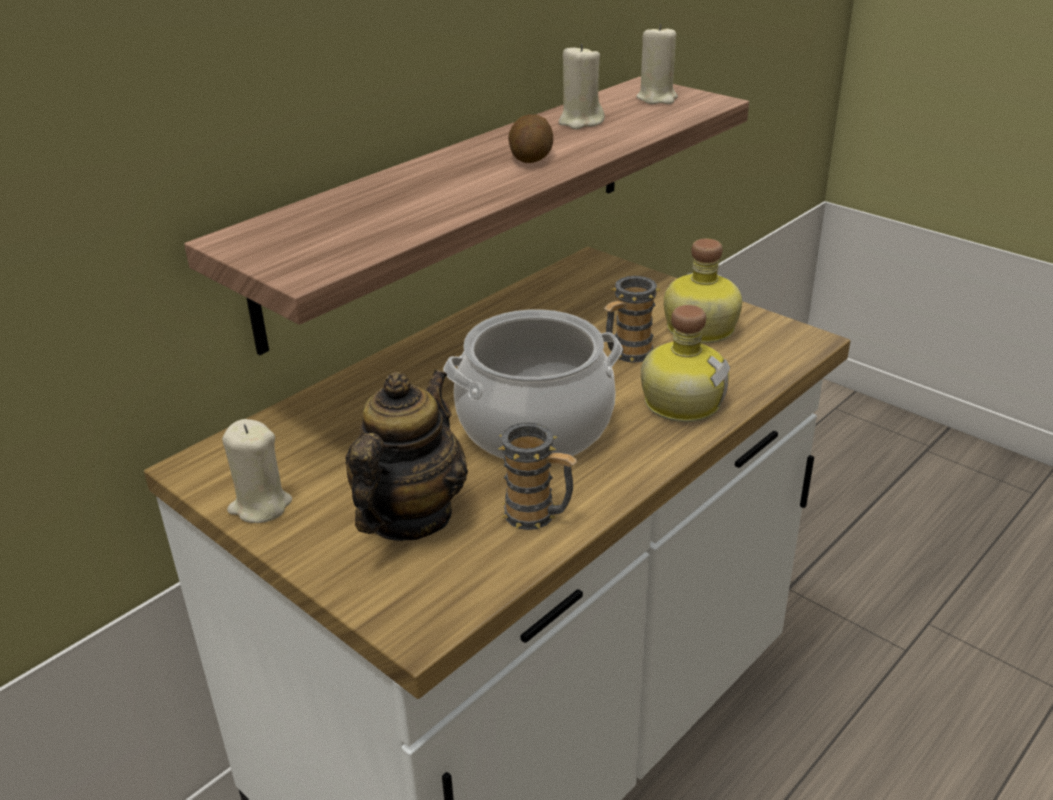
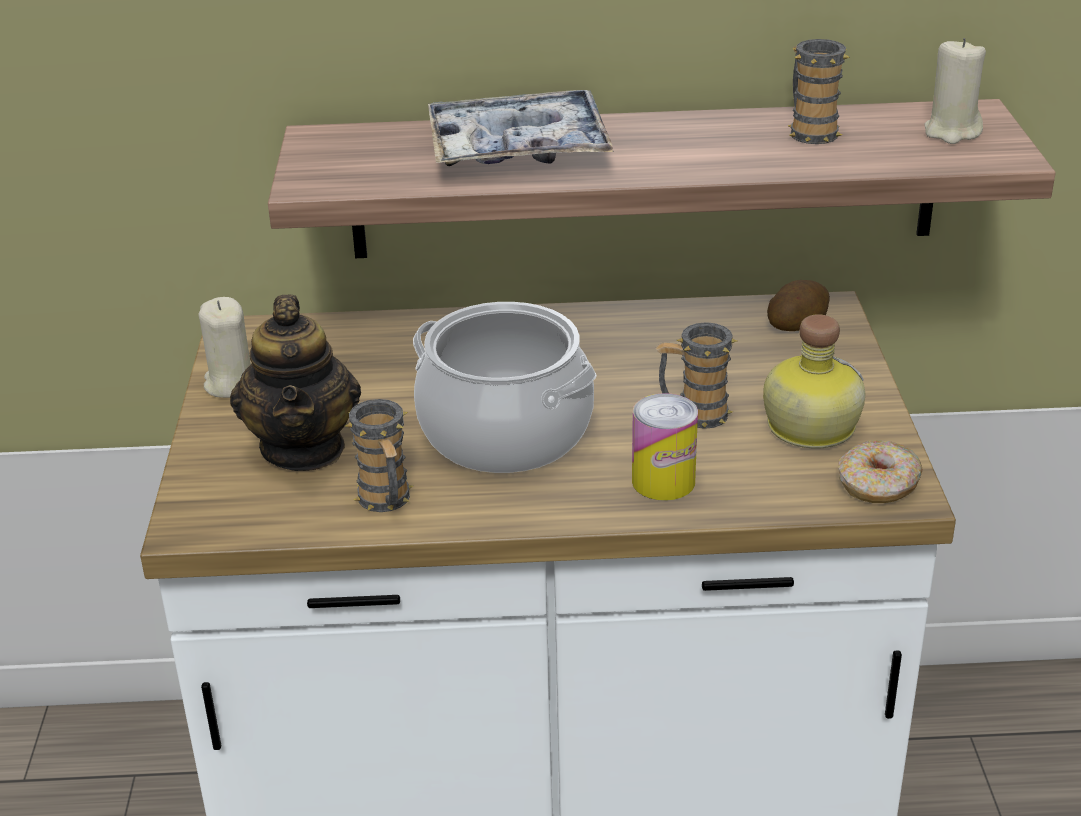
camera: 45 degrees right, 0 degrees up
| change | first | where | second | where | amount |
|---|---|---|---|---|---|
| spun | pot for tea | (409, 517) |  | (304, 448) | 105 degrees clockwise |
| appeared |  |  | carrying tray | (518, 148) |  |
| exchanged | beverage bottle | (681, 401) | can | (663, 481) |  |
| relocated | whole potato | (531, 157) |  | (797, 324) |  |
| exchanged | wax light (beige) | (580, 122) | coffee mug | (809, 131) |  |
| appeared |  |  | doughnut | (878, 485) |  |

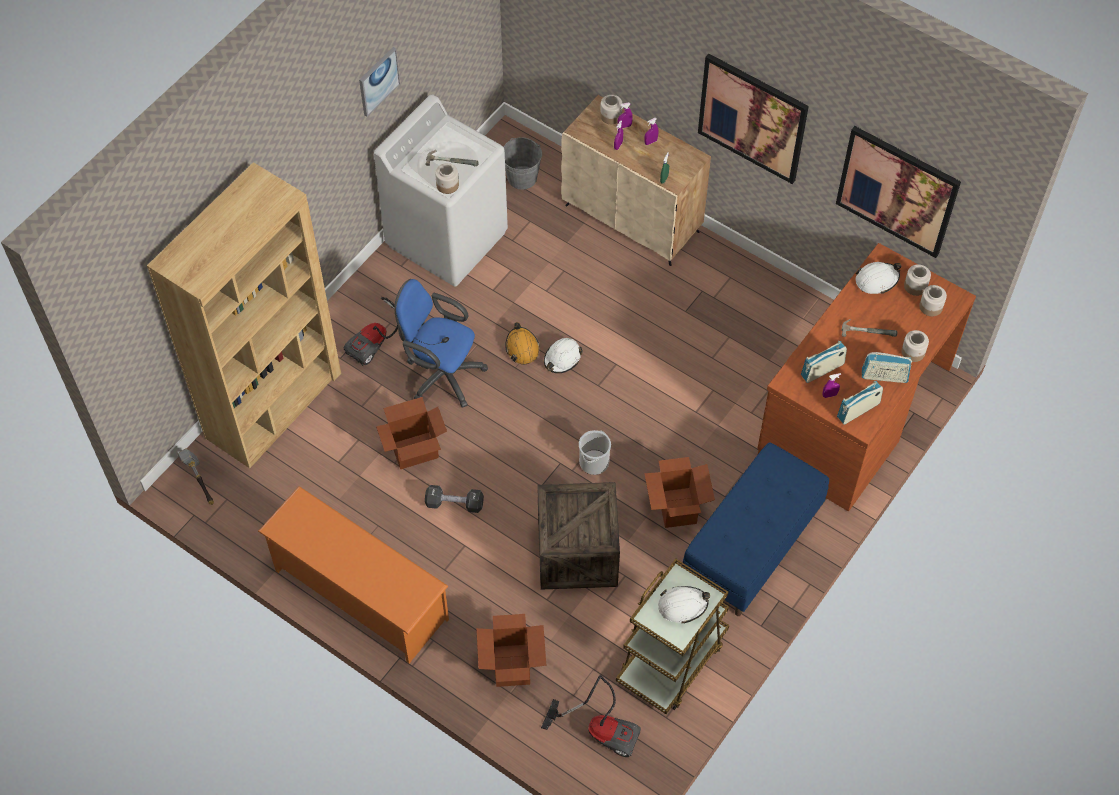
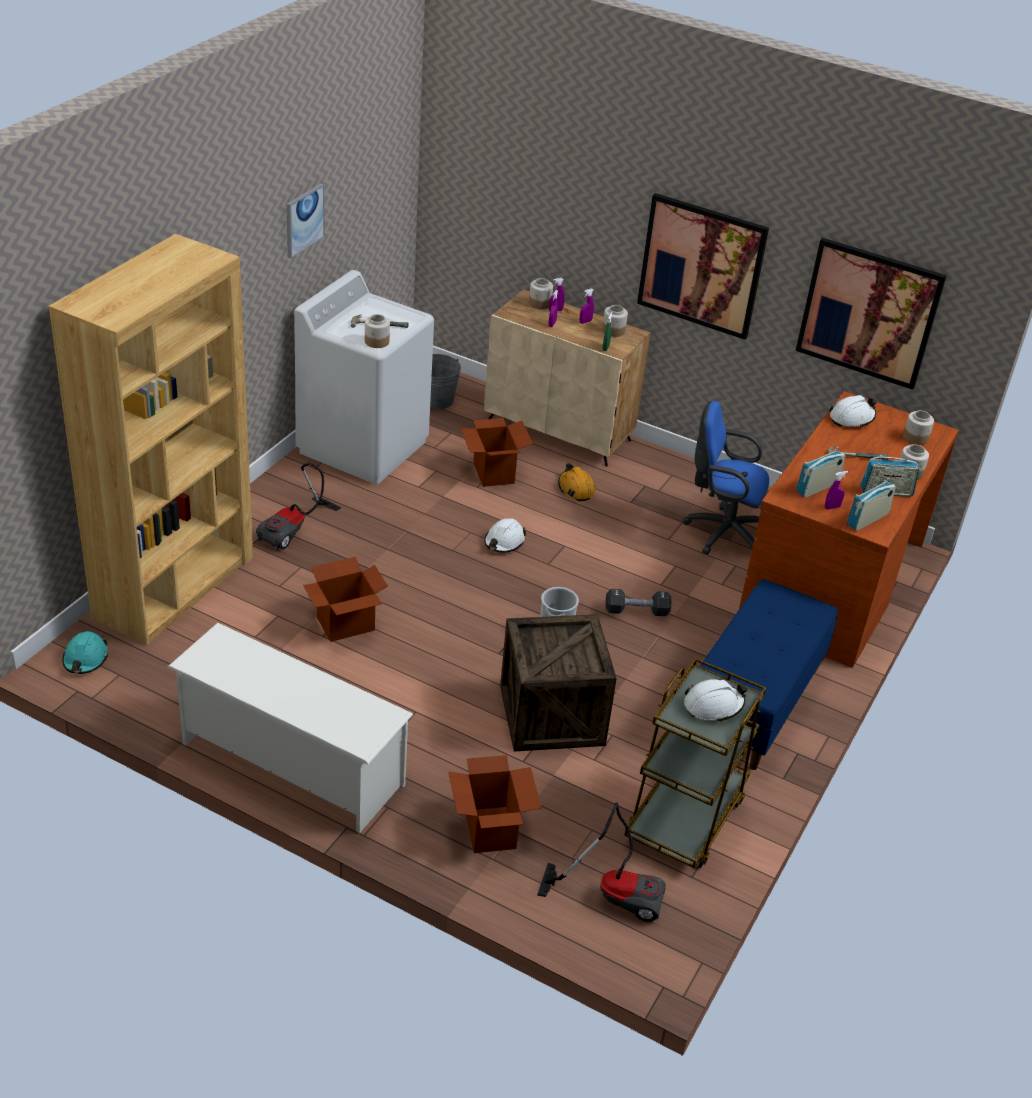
camera: 10 degrees left, 20 degrees down
| change | first | where | second | where | amount |
|---|---|---|---|---|---|
| exchanged | hand hammer | (200, 482) | work helmet (turquoise) | (85, 659) |  |
| colour | shoe shelf (orange-coloured) | (360, 594) | shoe shelf (white-coloured) | (291, 764) |  |
| relocated | carton | (677, 507) |  | (493, 473) |  |
| relocated | work helmet (orange-coloured) | (522, 348) |  | (576, 488) |  |
| relocated | jar | (915, 286) |  | (613, 330) |  |
| relocated | dumbbell (blackish) | (454, 503) |  | (636, 611) |  |
| relocated | office chair (bluish) | (441, 374) |  | (721, 532) |  |

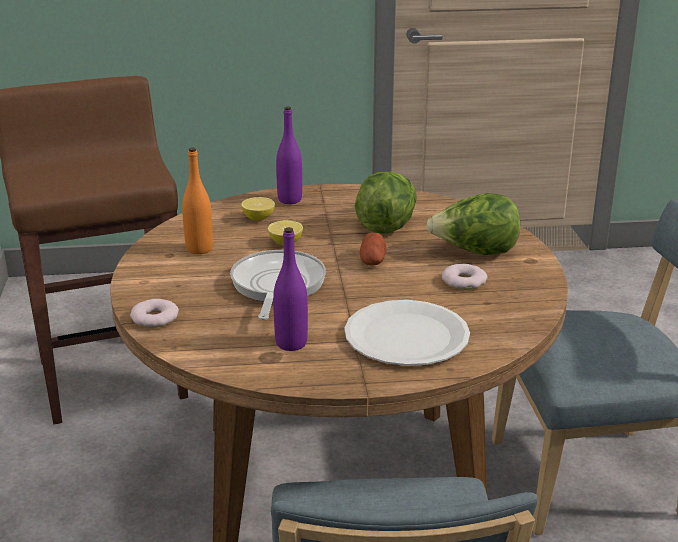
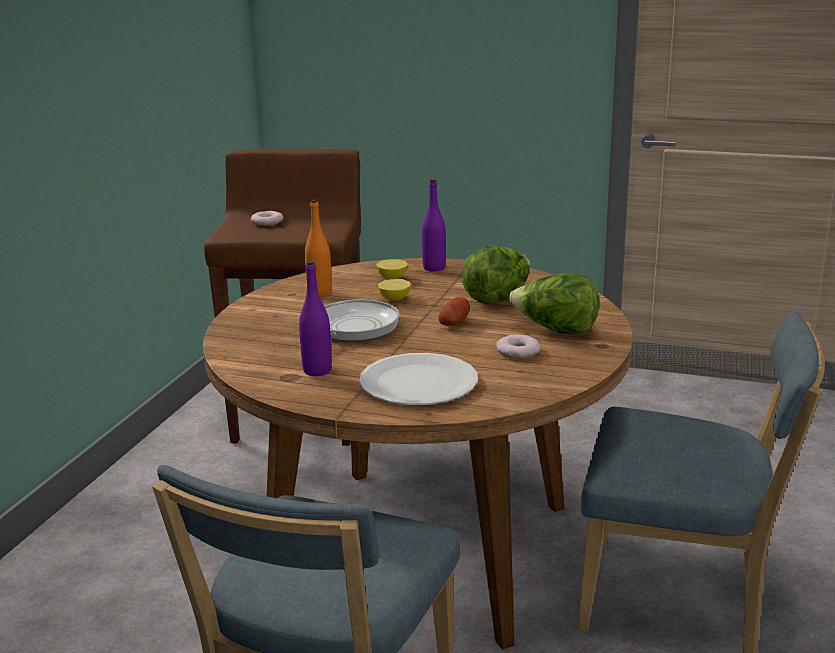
camera: 25 degrees right, 5 degrees down
| change | first | where | second | where | amount |
|---|---|---|---|---|---|
| relocated | doughnut | (154, 318) |  | (267, 222) |  |

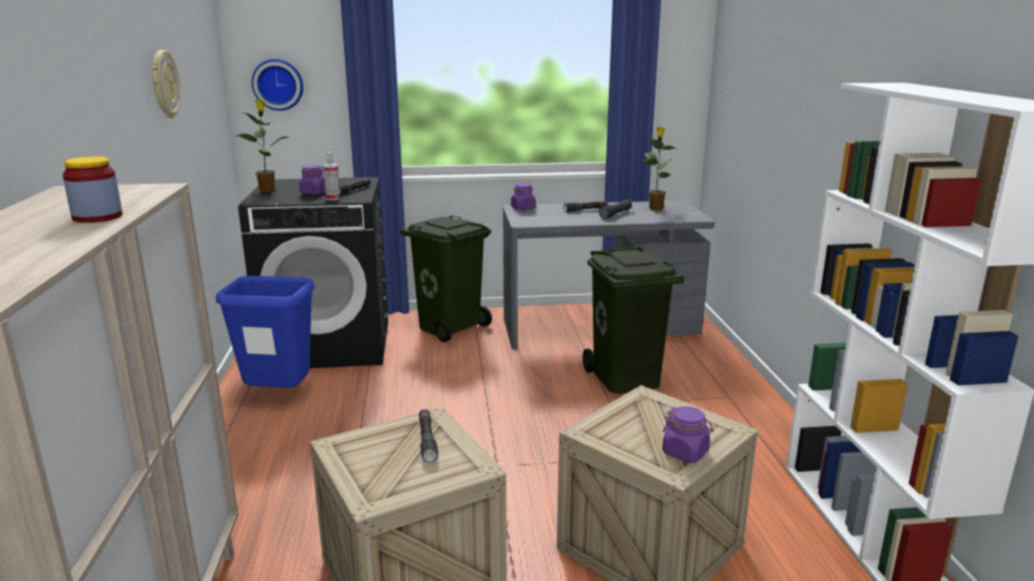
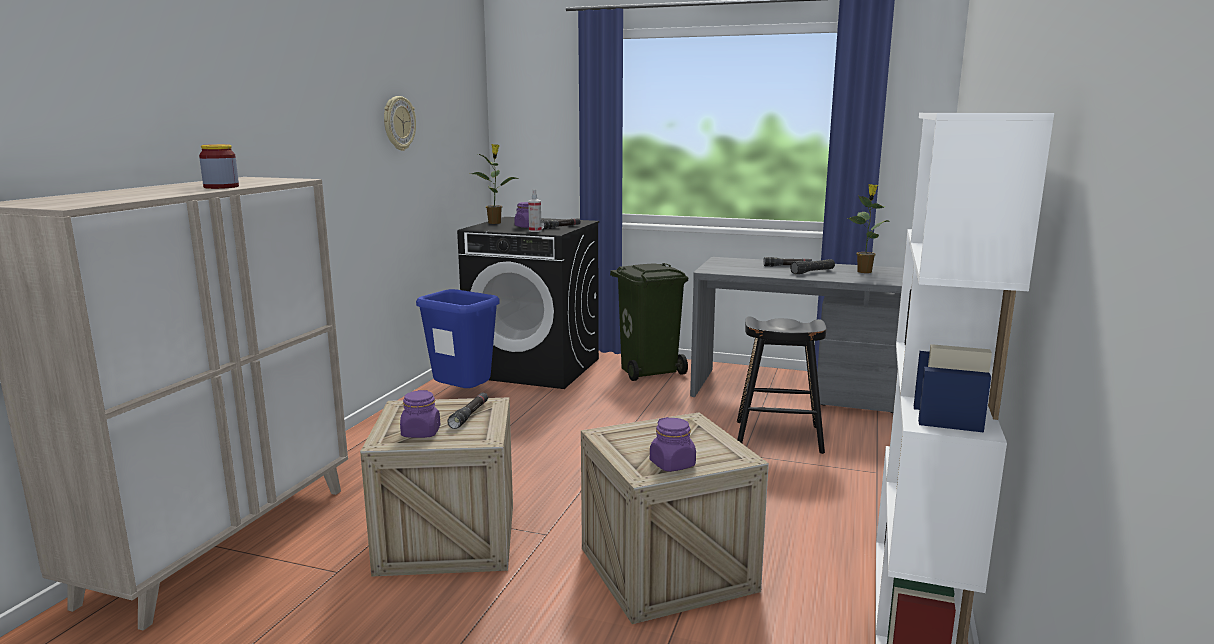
camera: 25 degrees right, 5 degrees down
| change | first | where | second | where | amount |
|---|---|---|---|---|---|
| relocated | jar (purple-coloured) | (523, 208) |  | (421, 433) |  |
| exchanged | waste bin (green-coloured) | (624, 378) | stool seat (blackish) | (779, 437) |  |
| missing | wall clock | (278, 84) |  |  |  |

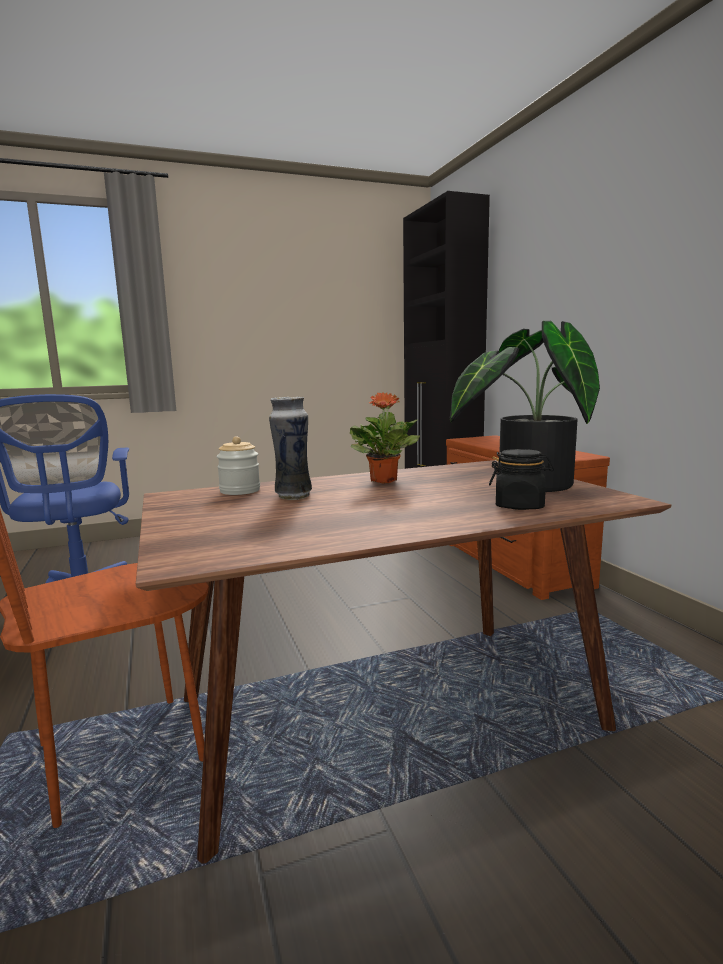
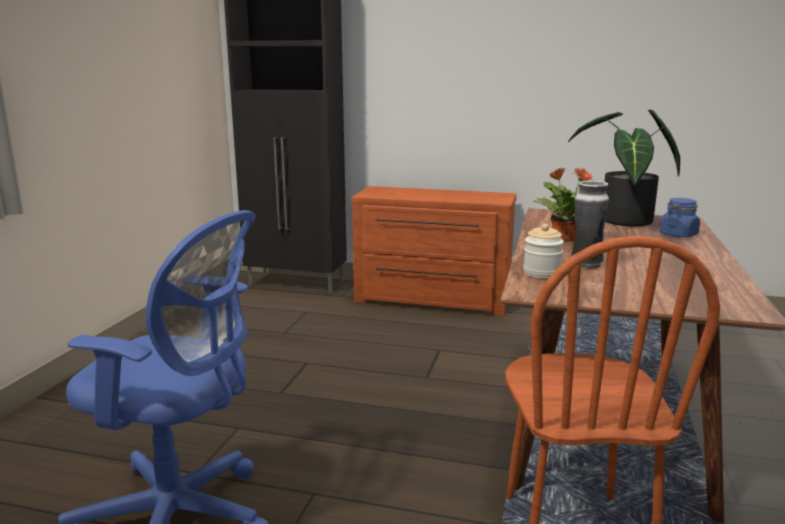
camera: 55 degrees left, 5 degrees up
| change | first | where | second | where | amount |
|---|---|---|---|---|---|
| colour | jar (blackish) | (519, 506) | jar (bluish) | (678, 234) |  |

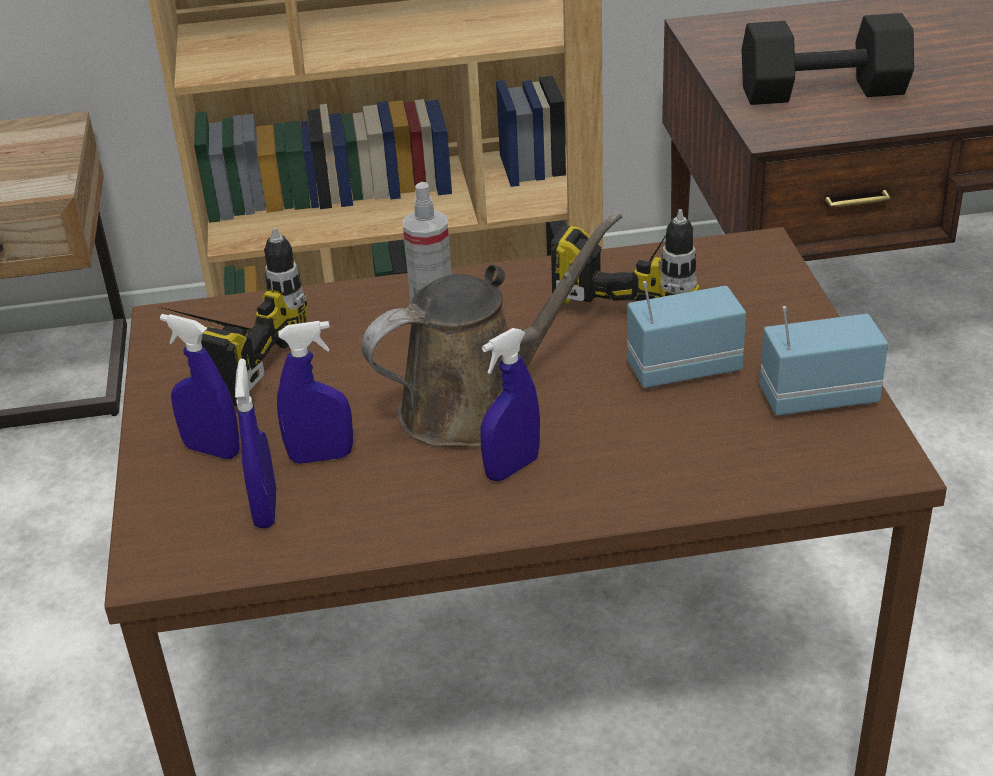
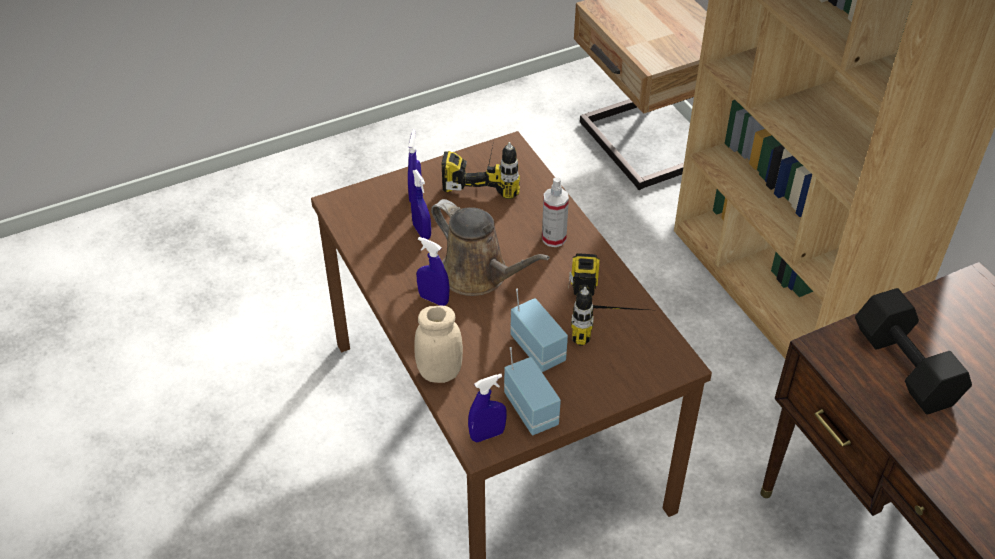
camera: 70 degrees right, 10 degrees up
| change | first | where | second | where | amount |
|---|---|---|---|---|---|
| appeared |  |  | jar (beige) | (439, 373) |  |
| relocated | spray bottle (bluish) | (265, 509) |  | (487, 435) |  |

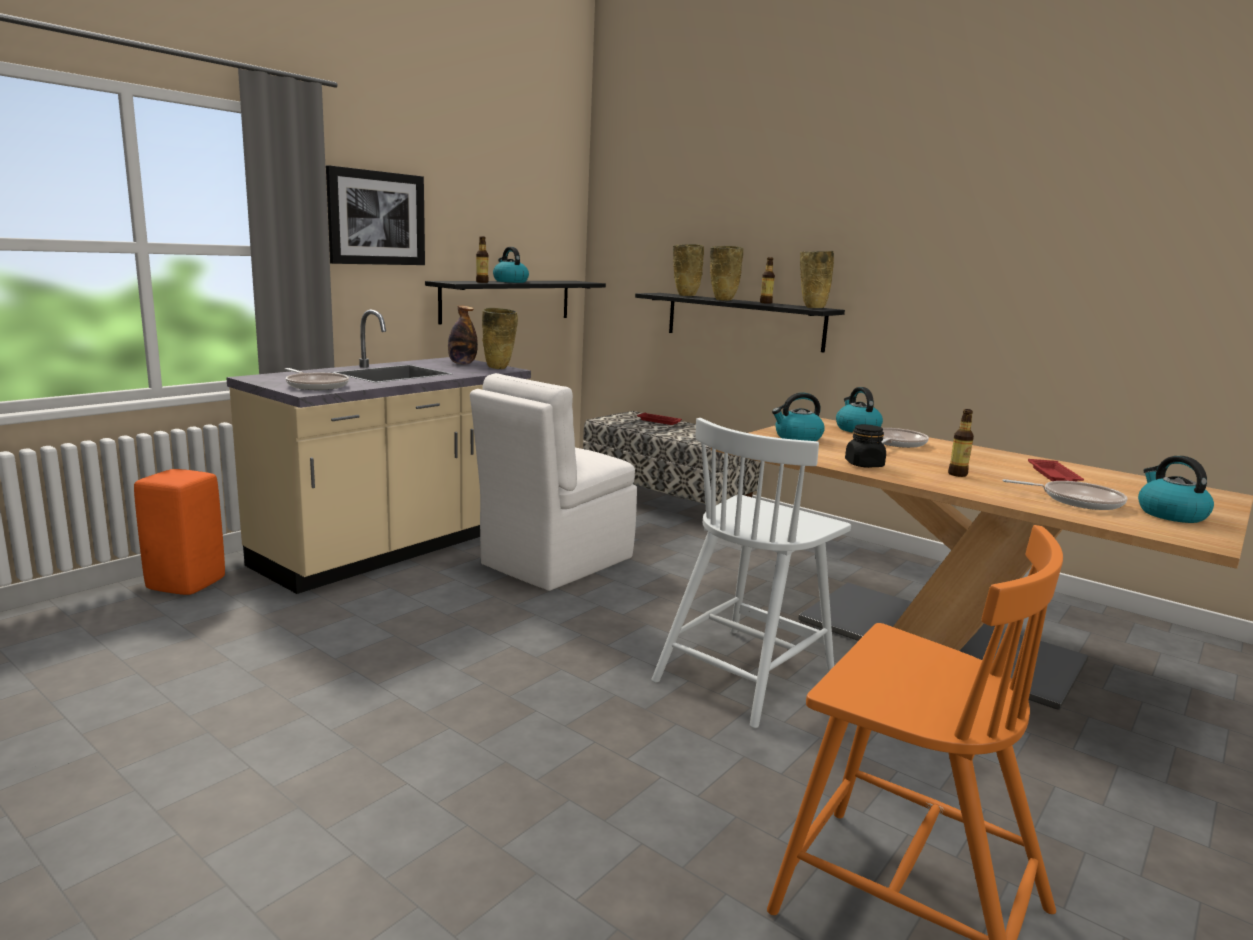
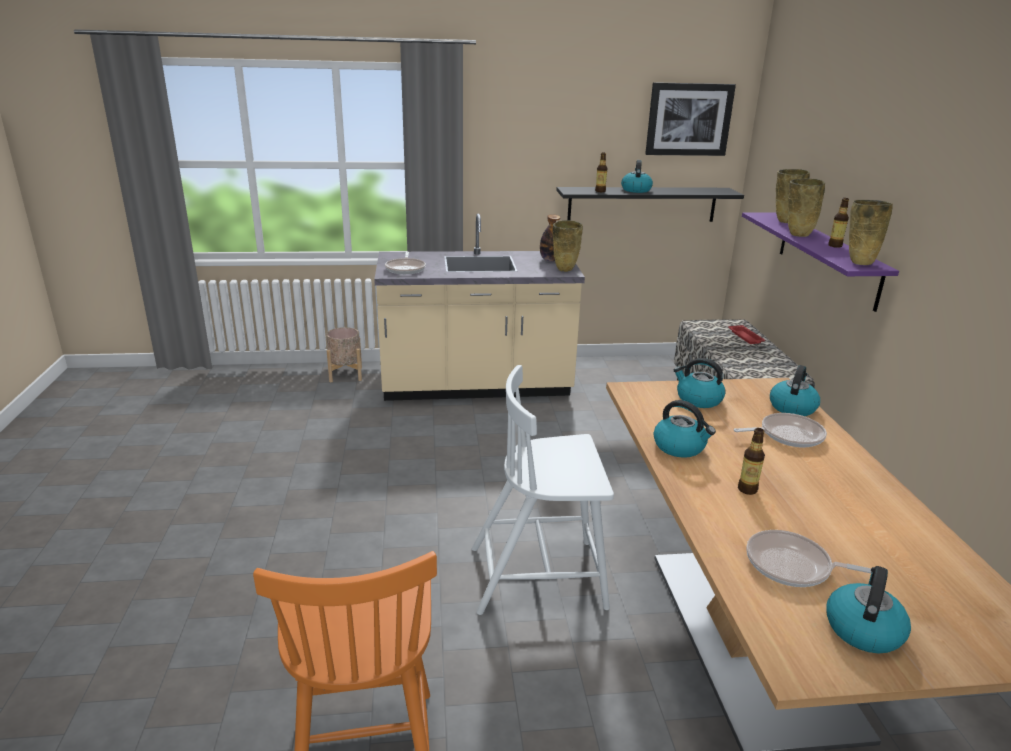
camera: 45 degrees right, 10 degrees up
| change | first | where | second | where | amount |
|---|---|---|---|---|---|
| exchanged | stool seat (orange-coloured) | (184, 585) | flower pot (beige) | (345, 375) |  |
| relocated | wall art | (376, 218) |  | (689, 119) |  |
| exchanged | jar (blackish) | (864, 465) | water kettle | (680, 447) |  |
| colour | wall shelf (blackish) | (744, 321) | wall shelf (purple-coloured) | (827, 258) |  |
| spun | frying pan | (1076, 500) |  | (793, 566) | 135 degrees clockwise |
| missing | plain chair (white-coloured) | (554, 562) |  |  |  |
| missing | carrying tray (red) | (1054, 476) |  |  |  |

